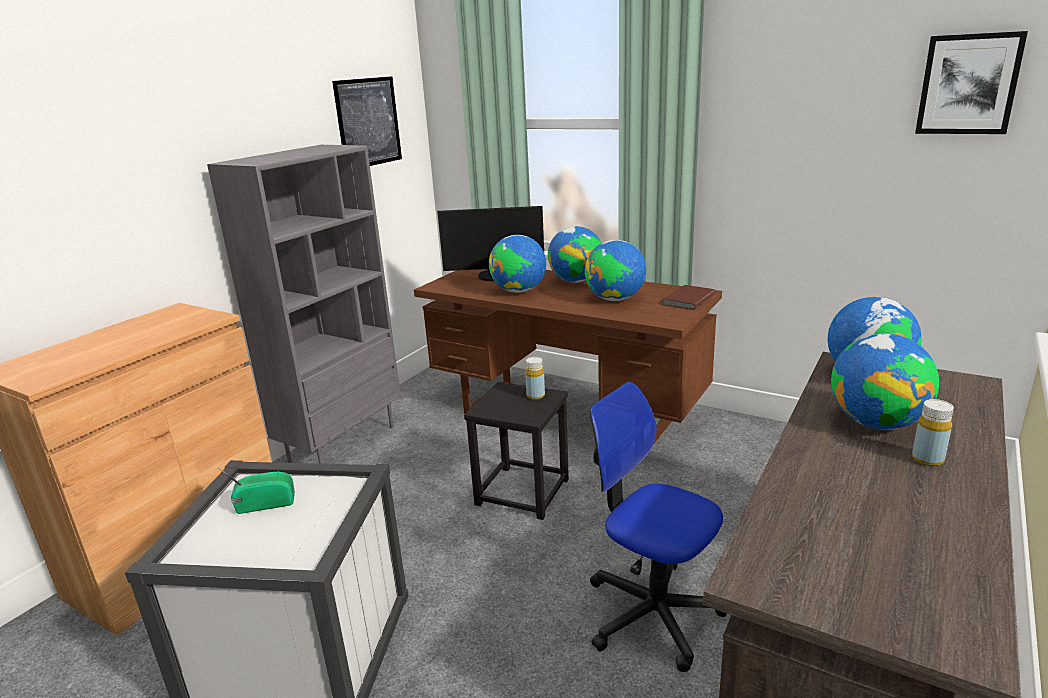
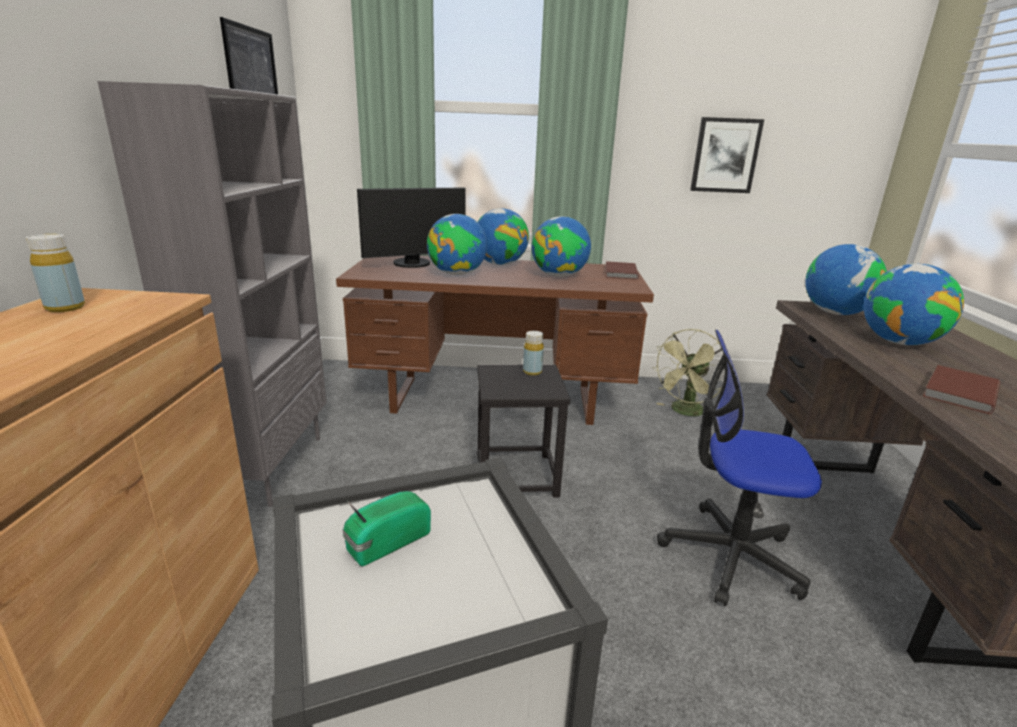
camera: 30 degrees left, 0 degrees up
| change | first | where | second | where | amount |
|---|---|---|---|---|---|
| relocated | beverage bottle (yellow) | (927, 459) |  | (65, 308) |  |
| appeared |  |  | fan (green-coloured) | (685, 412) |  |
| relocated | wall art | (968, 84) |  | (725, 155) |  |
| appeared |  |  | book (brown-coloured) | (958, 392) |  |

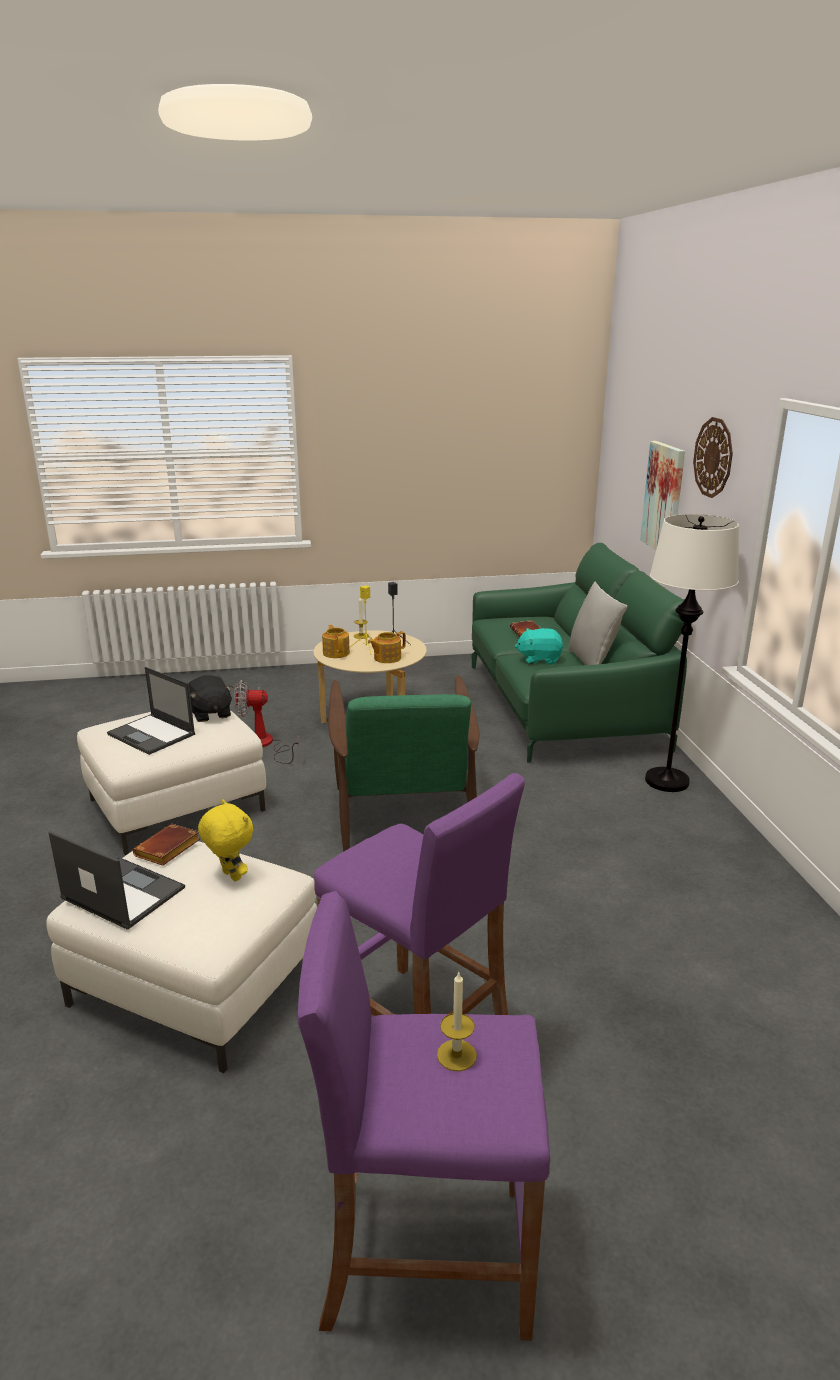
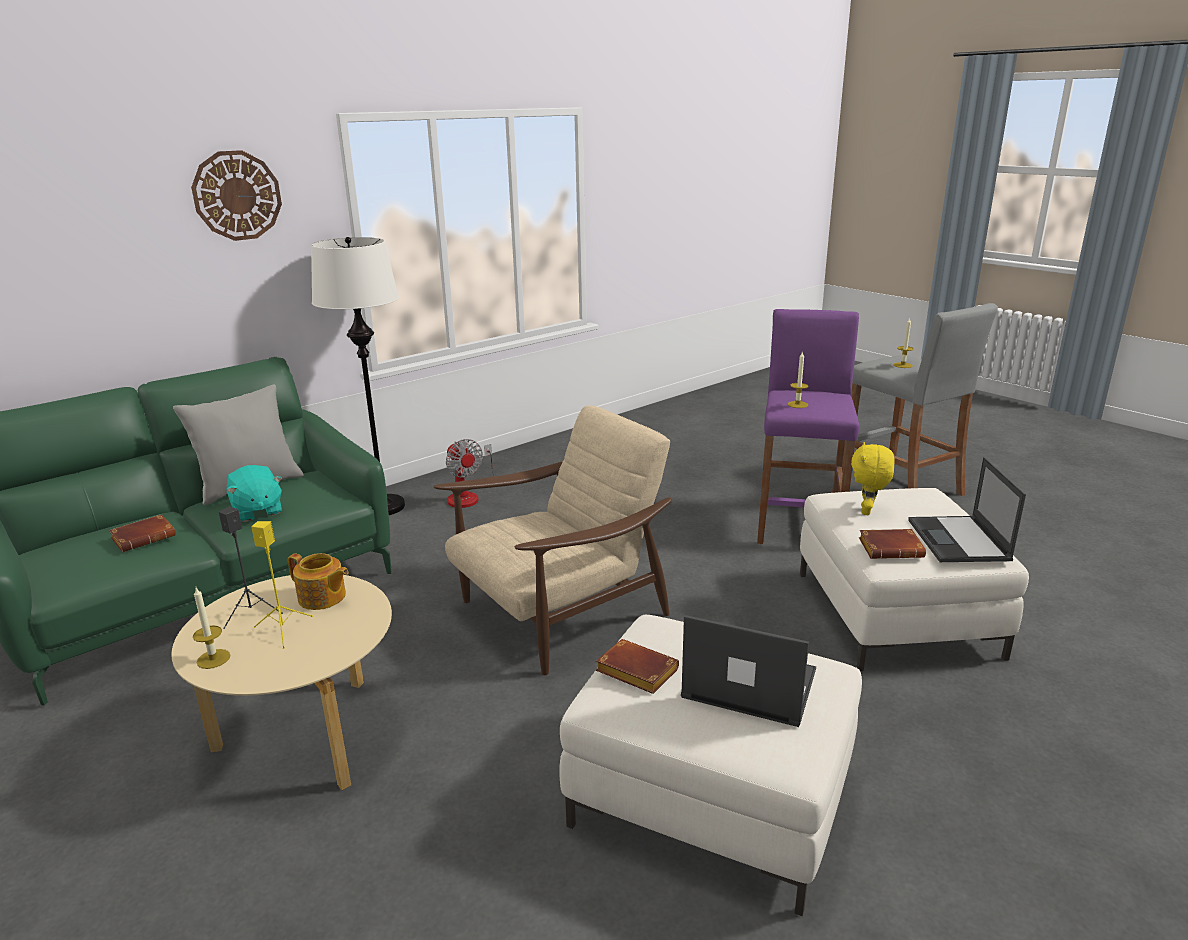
camera: 120 degrees left, 0 degrees up
| change | first | where | second | where | amount |
|---|---|---|---|---|---|
| colour | armchair (green-coloured) | (403, 814) | armchair (beige) | (560, 612) |  |
| relocated | fan | (264, 745) |  | (468, 495) |  |
| exchanged | cuddly toy (blackish) | (210, 714) | book (brown-coloured) | (634, 672) |  |
| spun | laptop | (152, 734) |  | (747, 683) | 75 degrees counterclockwise |
| appeared |  |  | wax light | (797, 404) |  |
| colour | stool seat (purple-coloured) | (425, 1255) | stool seat (greyish) | (901, 486) |  |
| missing | pot for tea | (336, 653) |  |  |  |
| missing | wall art | (664, 498) |  |  |  |

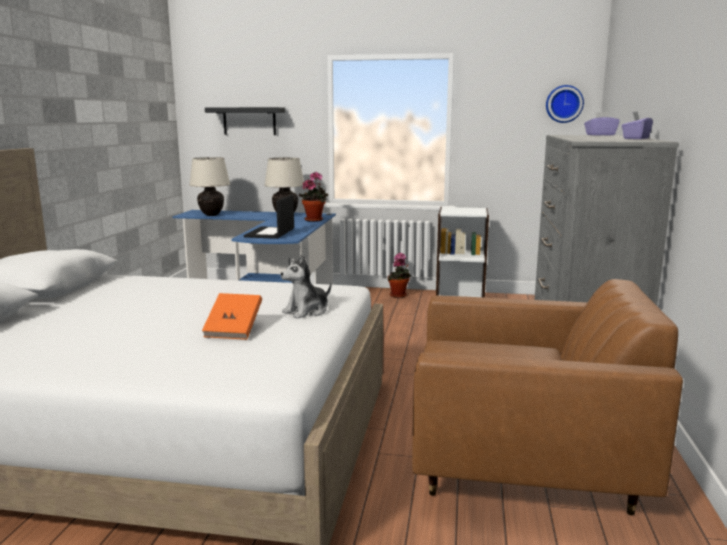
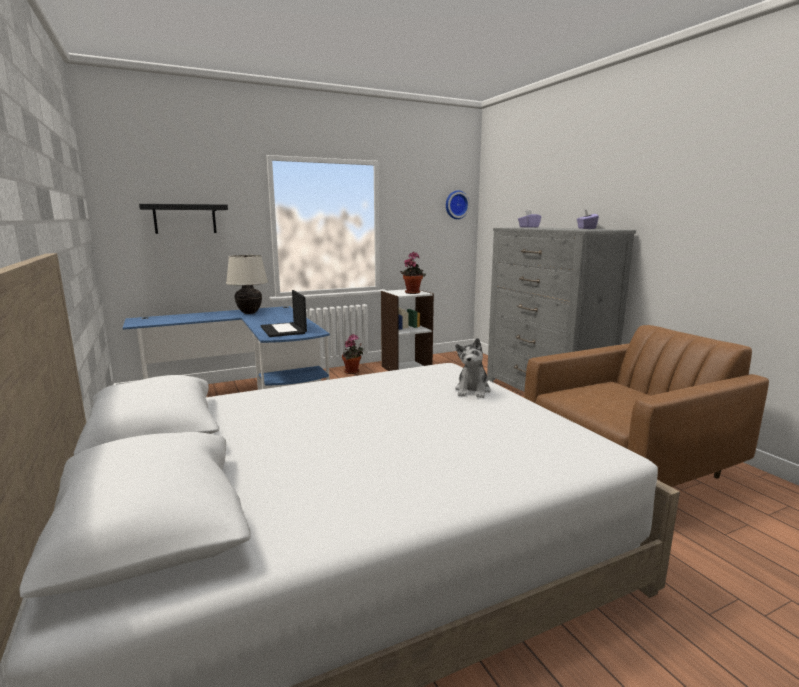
camera: 35 degrees left, 0 degrees up
| change | first | where | second | where | amount |
|---|---|---|---|---|---|
| relocated | houseplant | (315, 220) |  | (412, 292) |  |
| missing | tabletop lamp (beige) | (211, 215) |  |  |  |
| missing | book (orange-coloured) | (234, 330) |  |  |  |

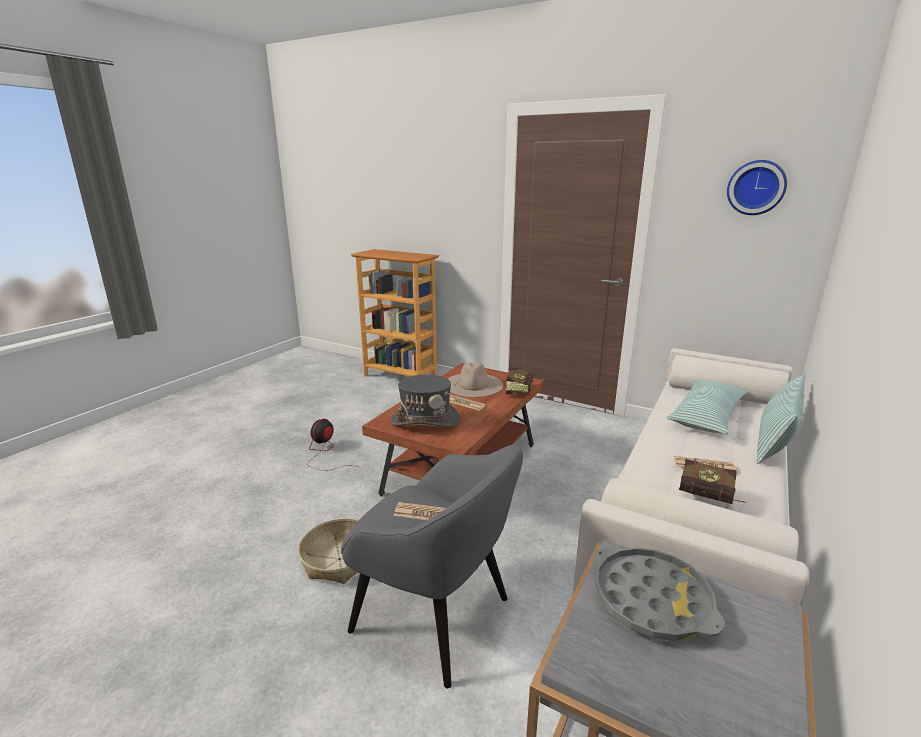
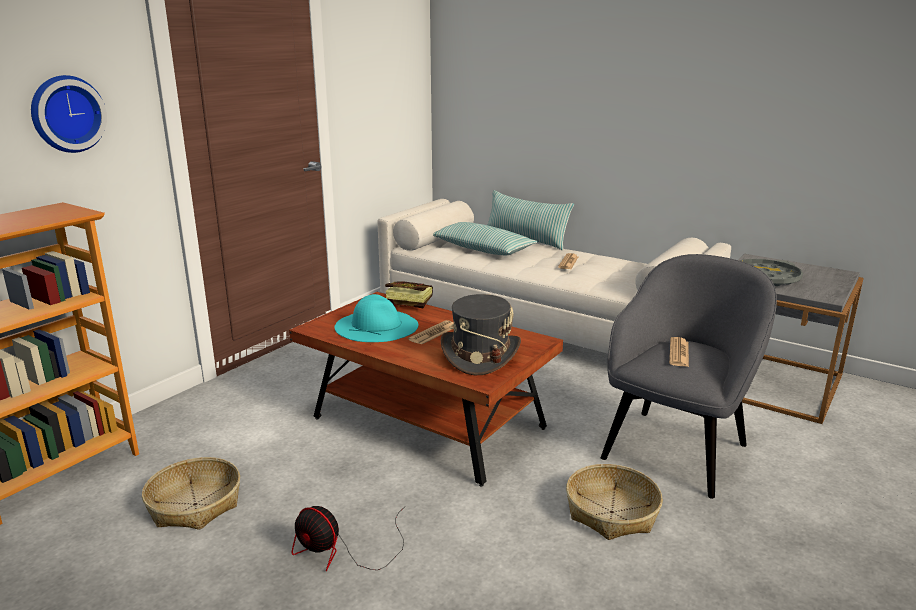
camera: 85 degrees left, 0 degrees up
| change | first | where | second | where | amount |
|---|---|---|---|---|---|
| relocated | wall clock | (756, 187) |  | (66, 114) |  |
| appeared |  |  | storage basket | (194, 504) |  |
| colour | wearable hat (beige) | (473, 384) | wearable hat (turquoise) | (376, 326) |  |
| missing | book | (711, 499) |  |  |  |

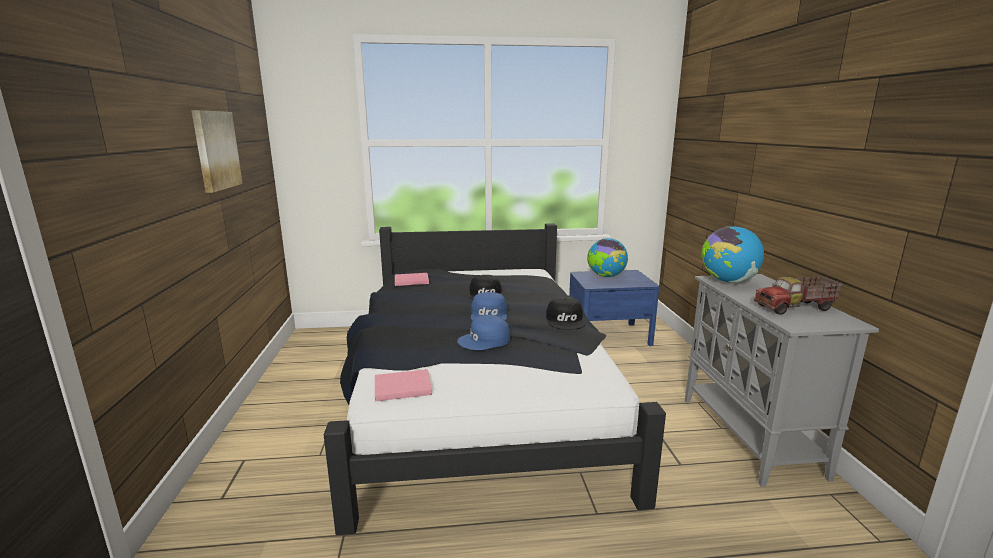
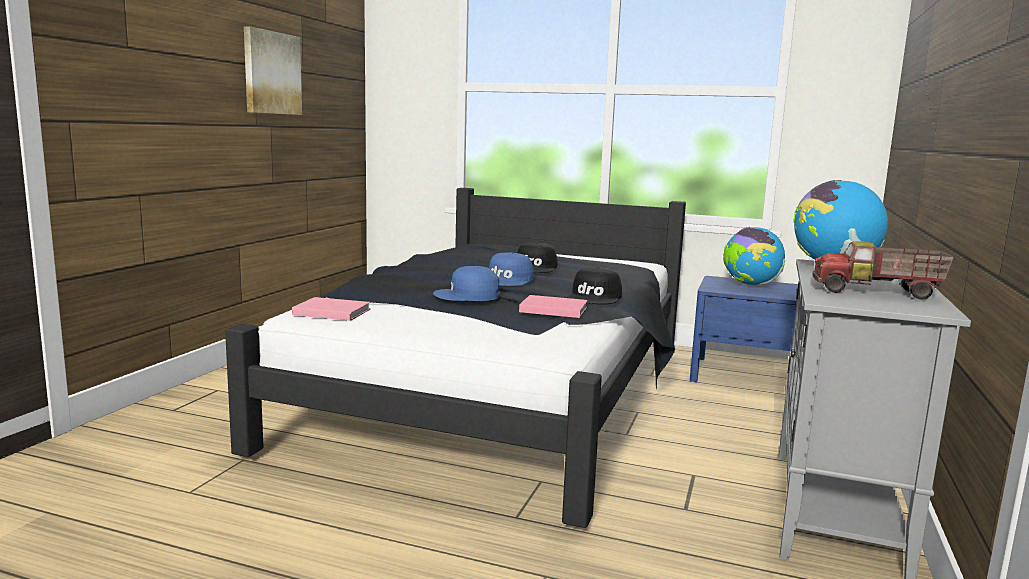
camera: 25 degrees right, 5 degrees down
| change | first | where | second | where | amount |
|---|---|---|---|---|---|
| relocated | book (pinkish) | (410, 281) |  | (552, 309) |  |

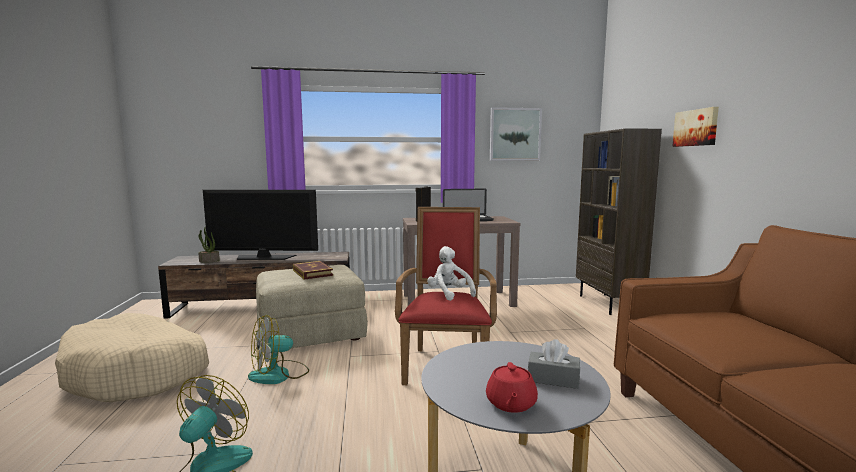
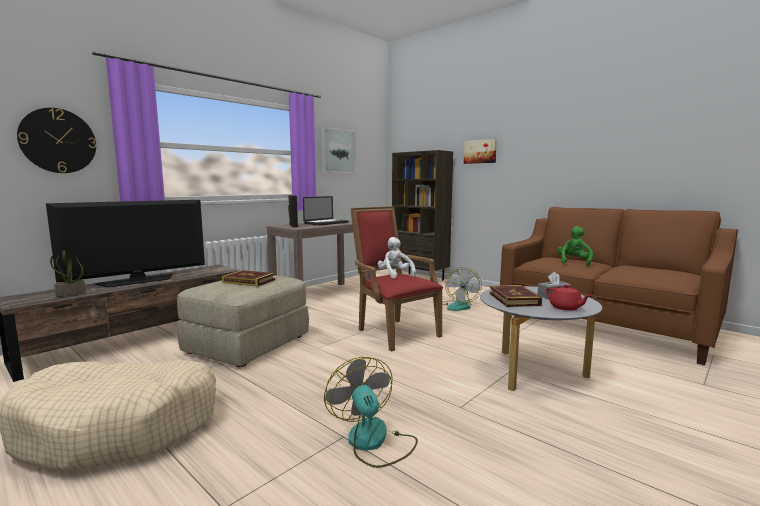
camera: 40 degrees left, 0 degrees up
| change | first | where | second | where | amount |
|---|---|---|---|---|---|
| appeared |  |  | wall clock | (58, 141) |  |
| spun | cuddly toy (white-coloured) | (449, 294) |  | (395, 275) | 45 degrees clockwise |
| relocated | fan | (279, 375) |  | (459, 306) |  |
| appeared |  |  | book | (513, 299) |  |
| appeared |  |  | cuddly toy (green-coloured) | (573, 262) |  |

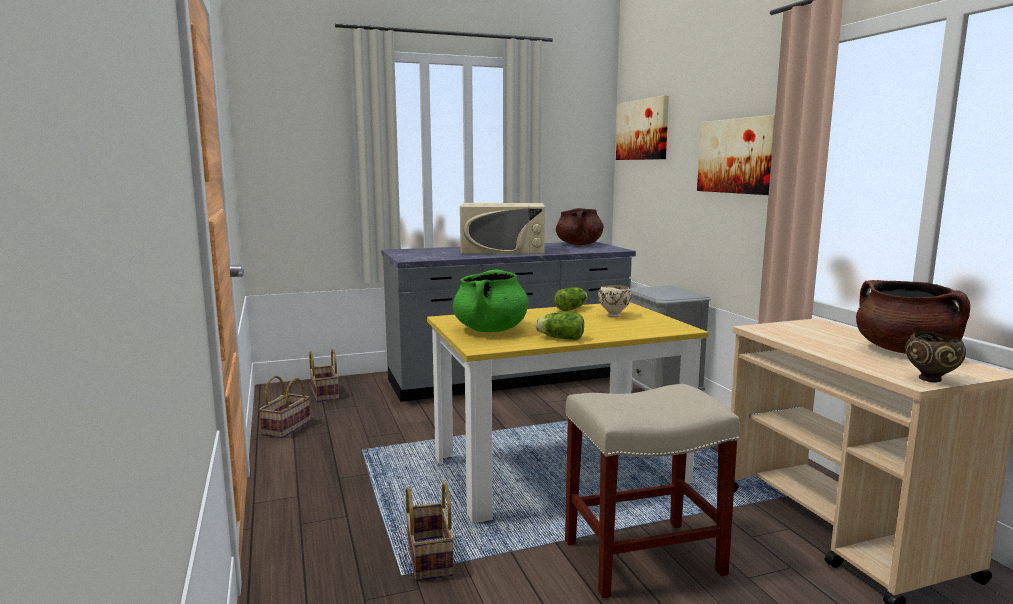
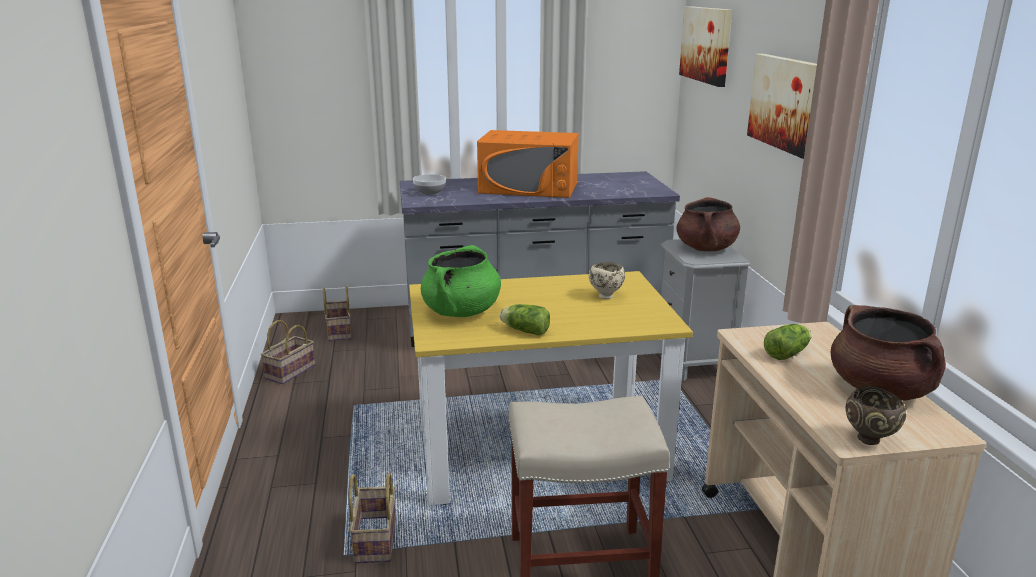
camera: 10 degrees right, 10 degrees up
| change | first | where | second | where | amount |
|---|---|---|---|---|---|
| appeared |  |  | deep dish | (429, 192) |  |
| colour | microwave (beige) | (503, 250) | microwave (orange-coloured) | (529, 188) |  |
| relocated | saucepot (brown-coloured) | (579, 244) |  | (706, 248) |  |
| relocated | lettuce | (572, 309) |  | (788, 353) |  |

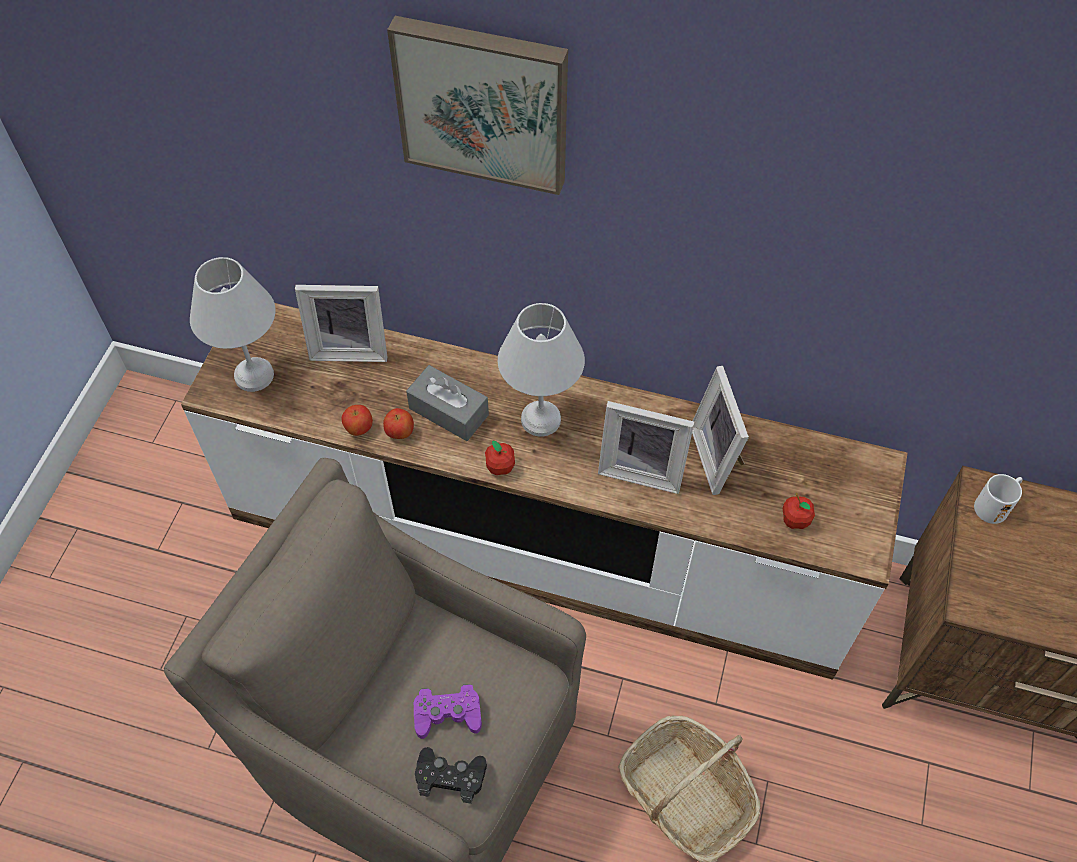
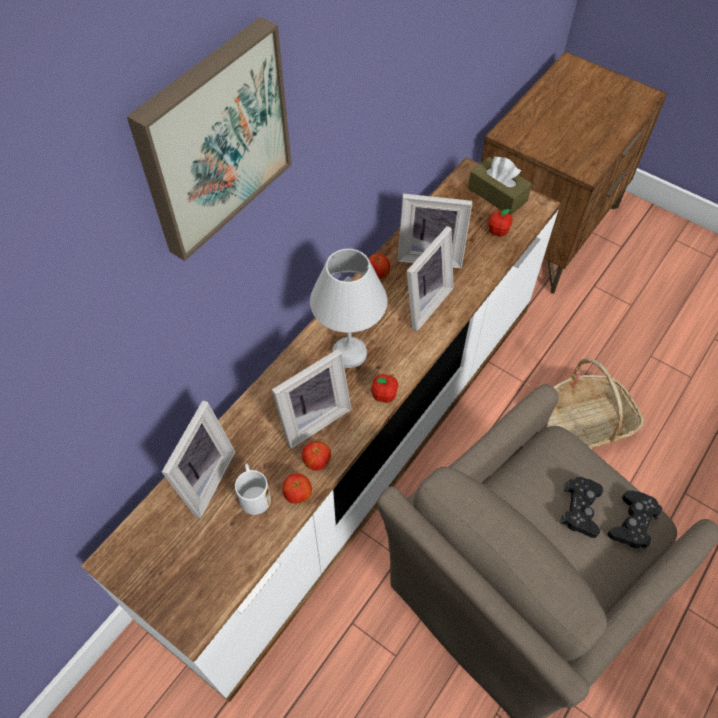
camera: 70 degrees left, 0 degrees up
| change | first | where | second | where | amount |
|---|---|---|---|---|---|
| relocated | coffee mug (white-coloured) | (995, 505) |  | (253, 494) |  |
| exchanged | tissue holder (greyish) | (448, 411) | standing frame | (312, 417) |  |
| appeared |  |  | apple | (377, 274) |  |
| appeared |  |  | tissue holder (brown-coloured) | (497, 194) |  |
| colour | joypad (purple-coloured) | (448, 714) | joypad (blackish) | (580, 509) |  |
| missing | tabletop lamp (white-coloured) | (252, 376) |  |  |  |

